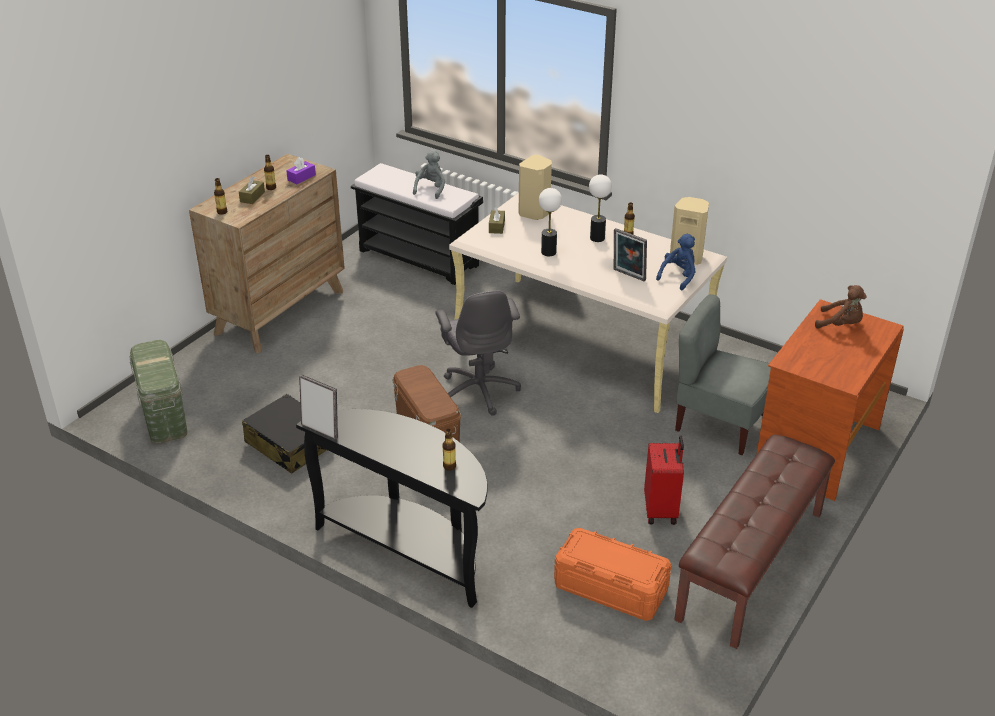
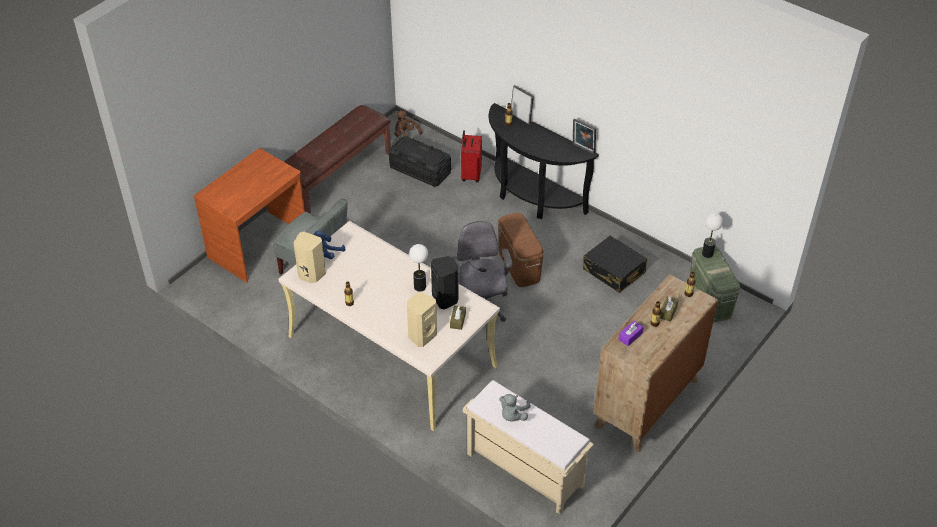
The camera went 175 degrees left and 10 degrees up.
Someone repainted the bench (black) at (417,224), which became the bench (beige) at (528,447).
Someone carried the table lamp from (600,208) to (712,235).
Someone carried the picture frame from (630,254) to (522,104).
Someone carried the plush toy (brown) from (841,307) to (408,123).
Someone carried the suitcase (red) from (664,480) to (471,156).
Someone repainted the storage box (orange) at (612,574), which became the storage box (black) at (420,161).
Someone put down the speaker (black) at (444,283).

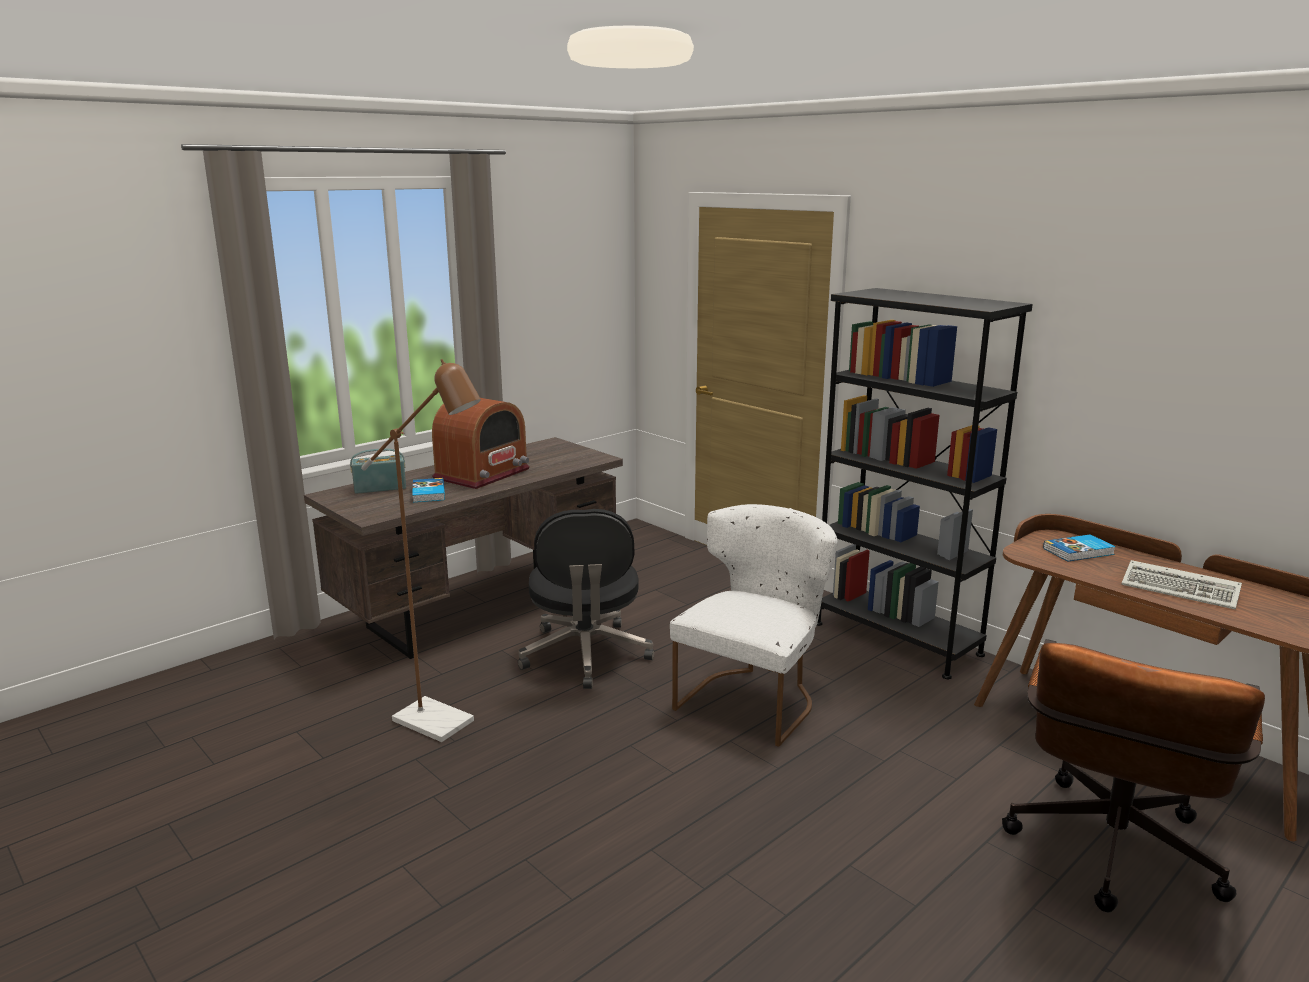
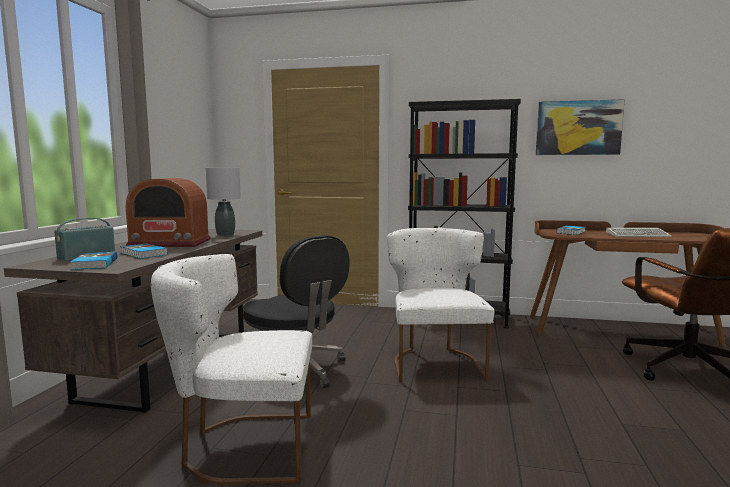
The camera went 35 degrees left and 10 degrees down.
Someone swapped the floor lamp (brown) at (421,550) for the chair (white) at (231,369).
Someone rotated the radio at (481,443) by 90 degrees clockwise.
Someone put up the picture at (580,127).
Someone put down the table lamp (grey) at (223,202).
Someone put down the book at (94,261).

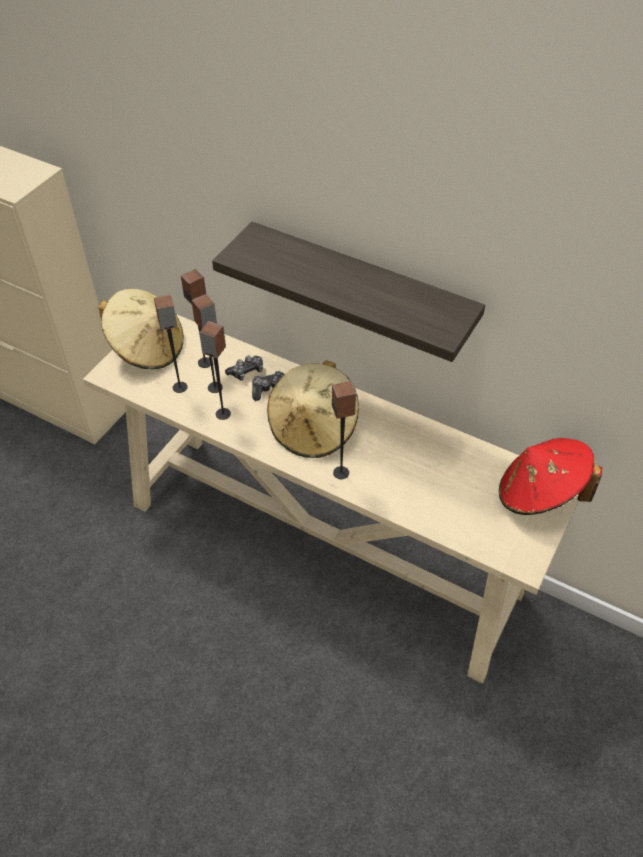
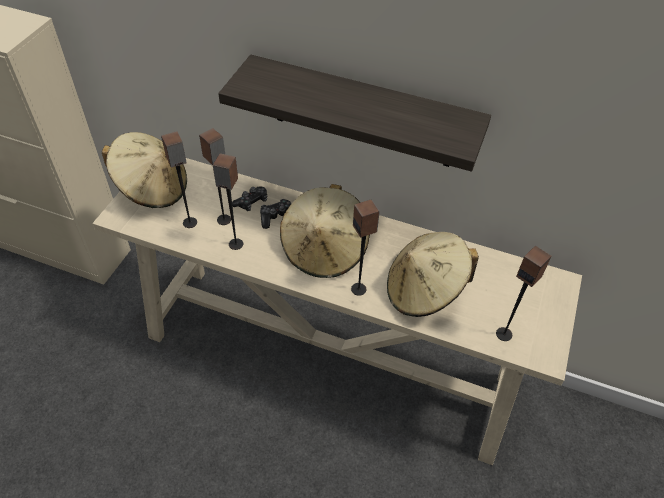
The camera went 10 degrees left and 0 degrees up.
Someone carried the speaker from (196,318) to (523,293).
Someone took away the hat (red) at (550,476).
Someone put down the hat (beige) at (433,274).

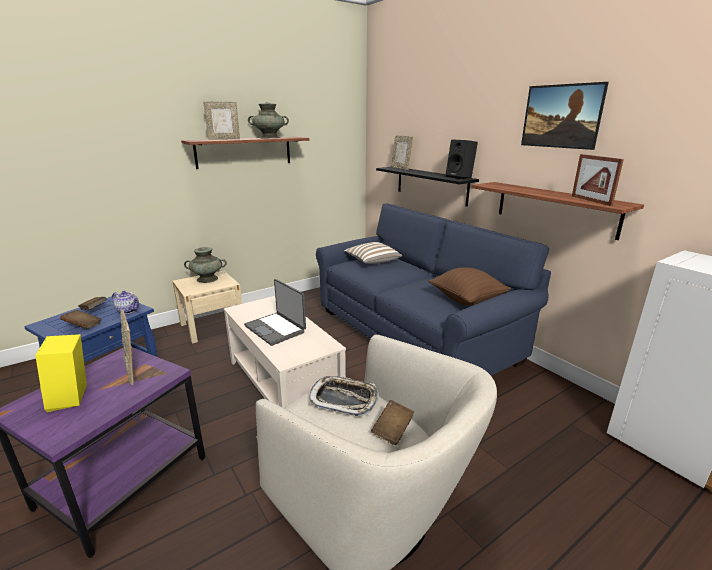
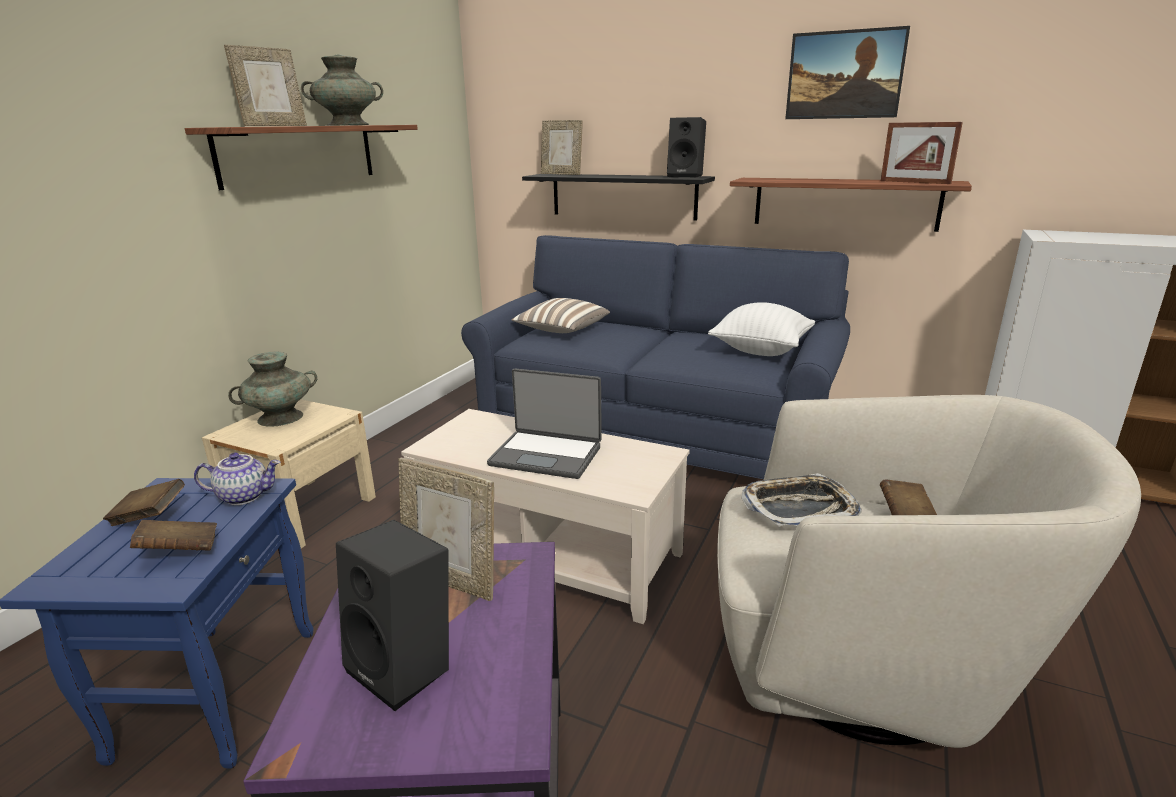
The camera went 30 degrees left and 0 degrees up.
Someone repainted the pillow (brown) at (469,286), which became the pillow (white) at (761,329).
Someone repainted the speaker (yellow) at (61,373), which became the speaker (black) at (392,615).

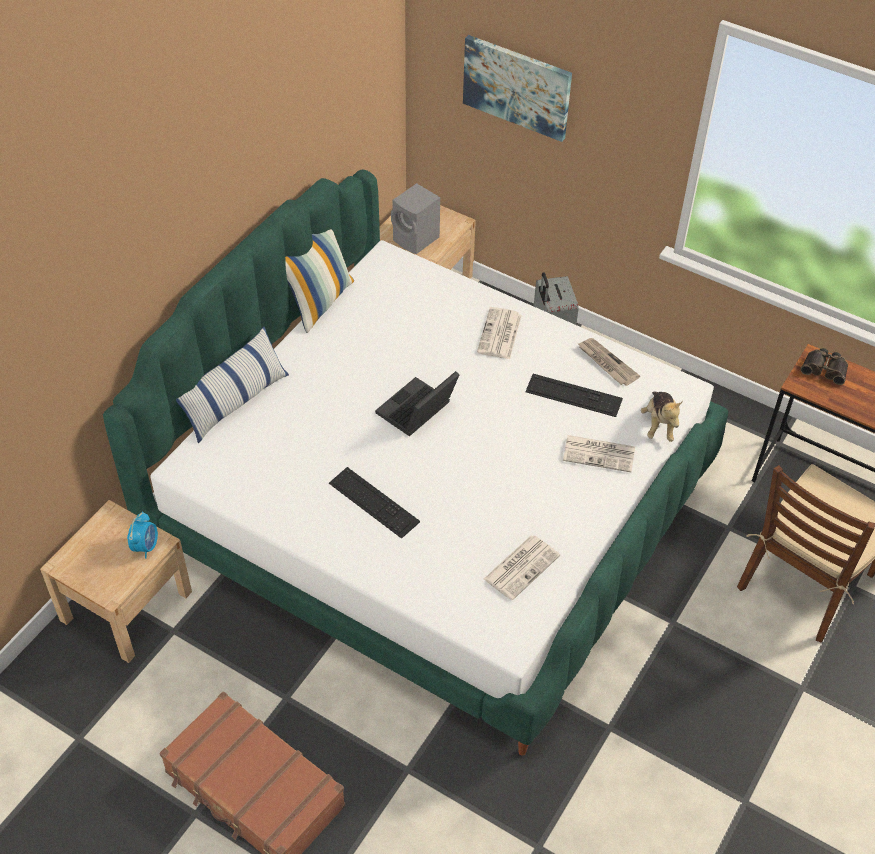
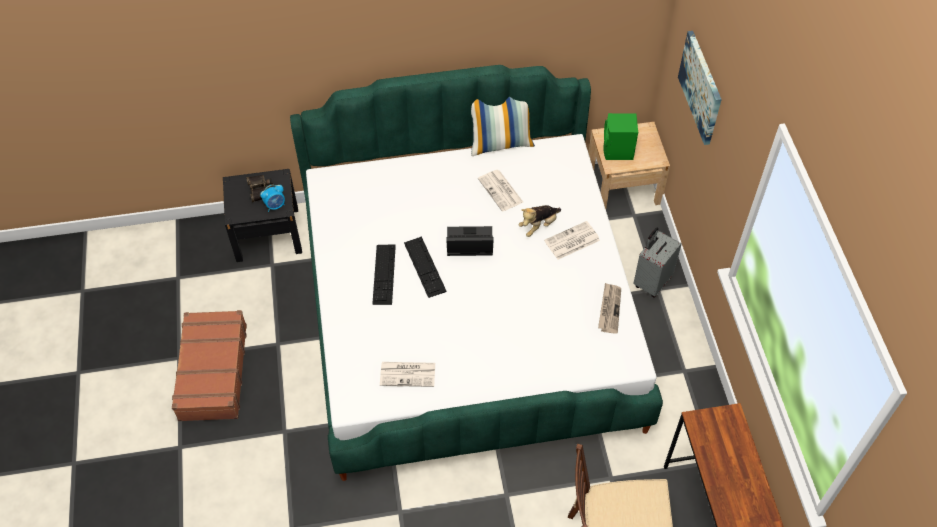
The camera went 50 degrees right and 5 degrees up.
Someone repainted the speaker (grey) at (415,218), which became the speaker (green) at (620,136).
Someone took away the pillow at (232,385).
Someone carried the binoculars from (824,366) to (260,188).
Someone carried the keyboard from (574,395) to (425,267).
Someone carried the plush toy from (662,416) to (540,221).
Someone carried the newspaper from (599,453) to (500,190).
Someone repainted the nightstand (beige) at (116,581), which became the nightstand (black) at (262,215).

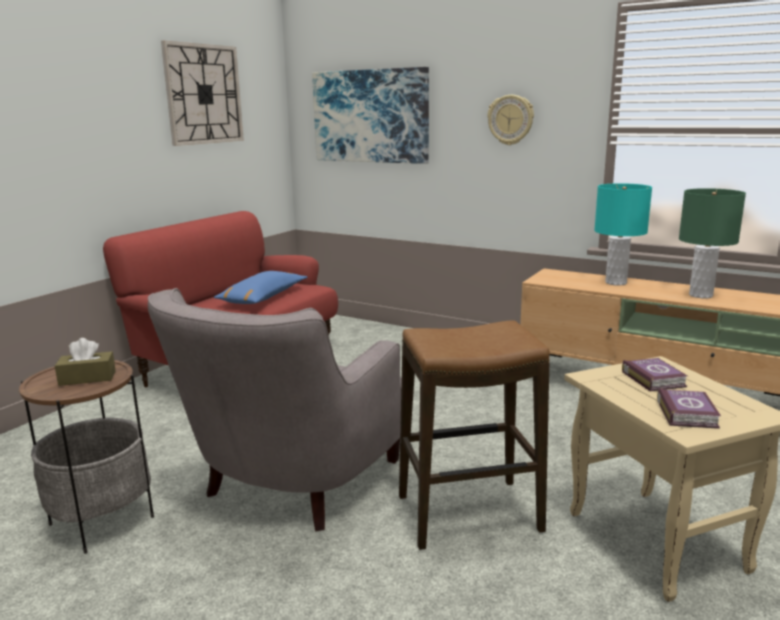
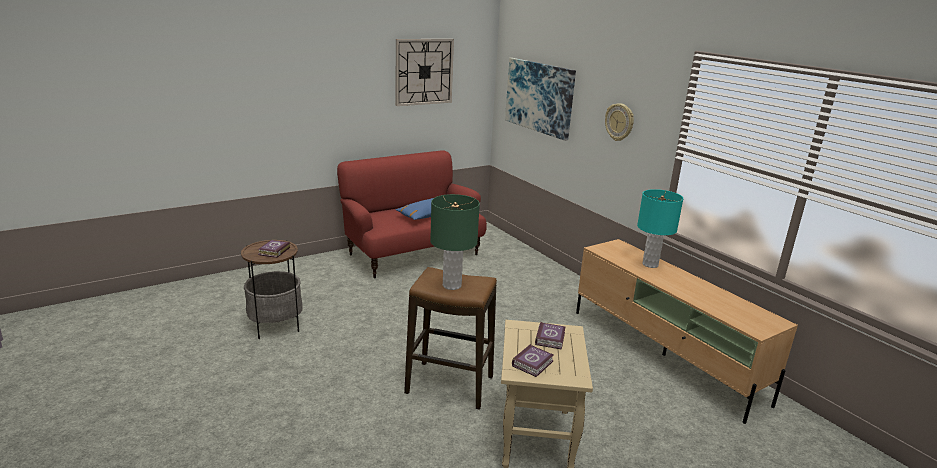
The camera went 25 degrees right and 5 degrees up.
Someone carried the table lamp (green) from (712,243) to (455,242).
Someone took away the armchair (grey) at (275,409).
Someone swapped the tissue box (brown) at (85,362) for the book at (274,249).

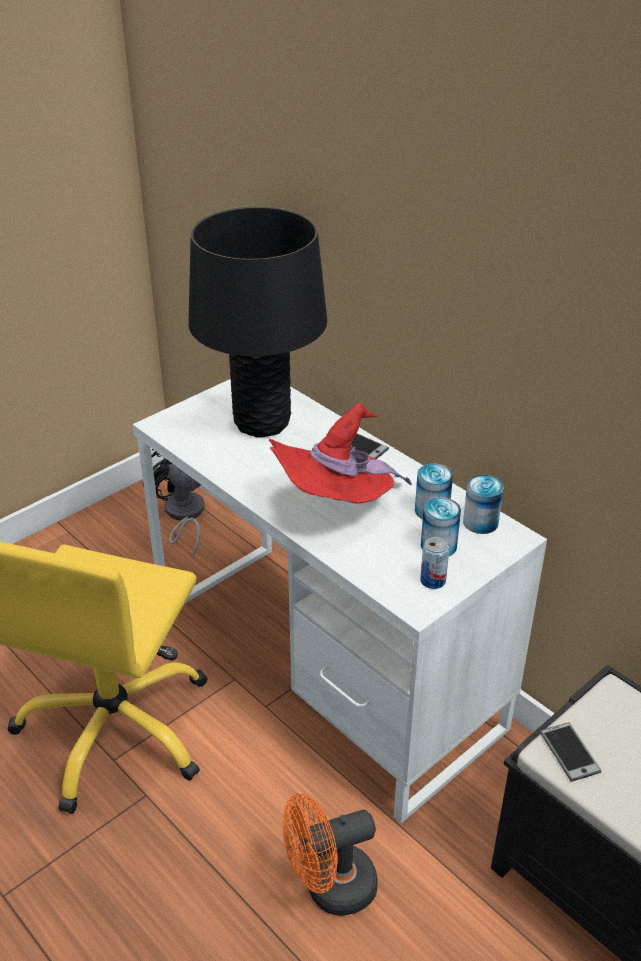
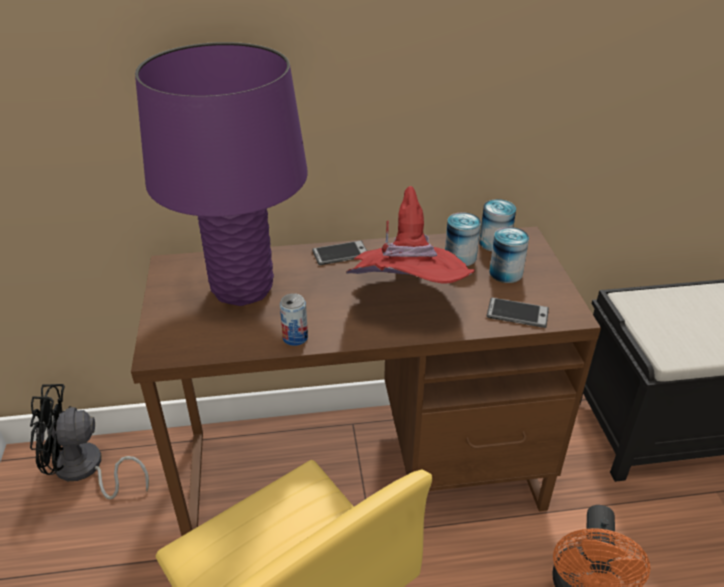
The camera went 55 degrees left and 0 degrees up.
Someone repainted the table lamp (black) at (257,322), which became the table lamp (purple) at (221,174).
Someone repainted the desk (white) at (340,601), which became the desk (brown) at (366,381).
Someone carried the can from (434,563) to (294,319).
Someone carried the phone from (570,752) to (518,313).

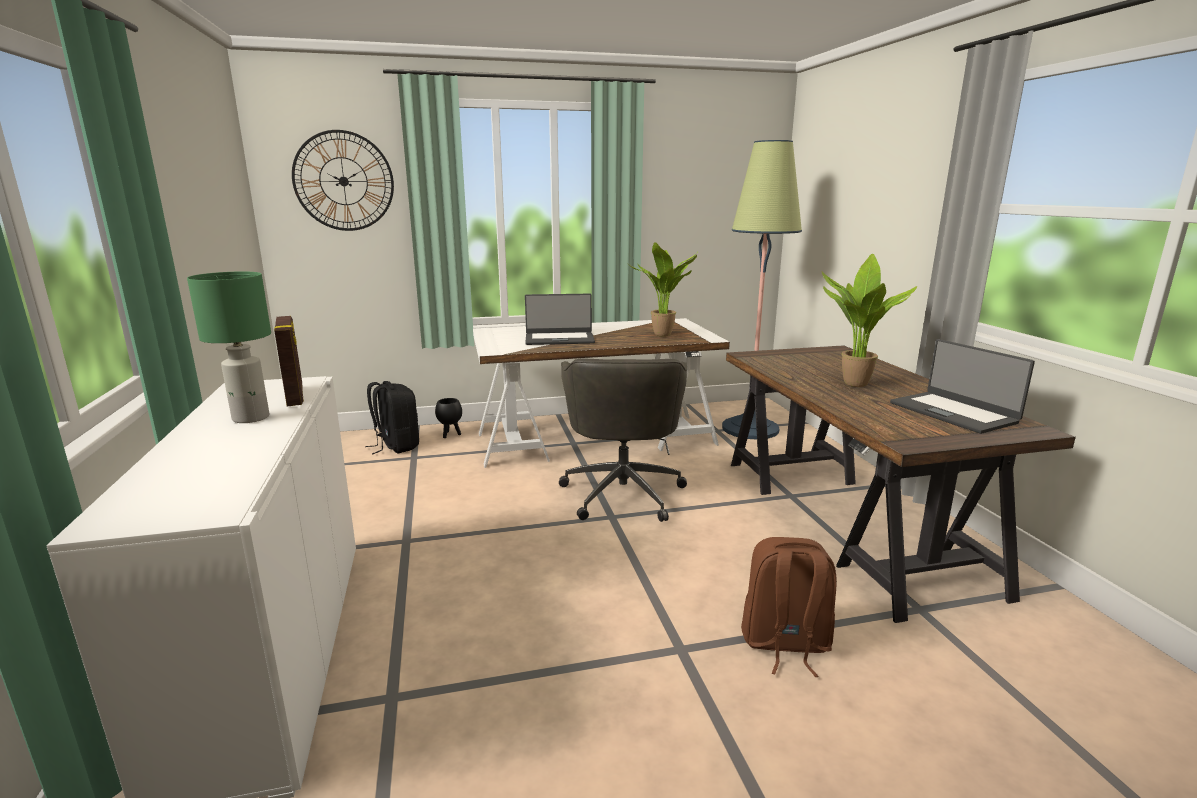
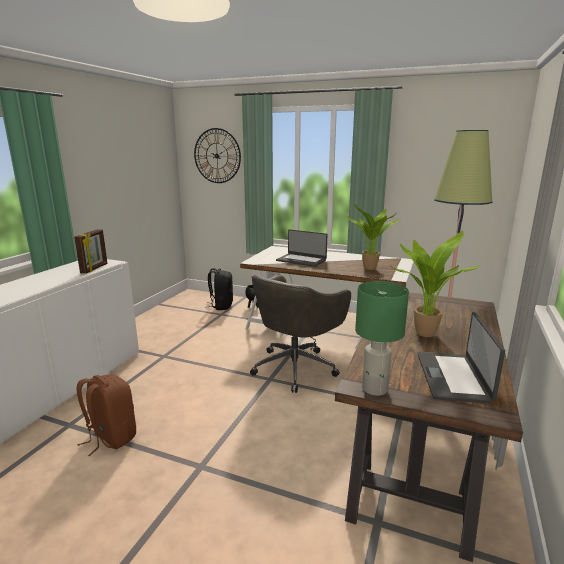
The camera went 35 degrees right and 0 degrees up.
Someone carried the table lamp (green) from (229,347) to (382,338).
Someone carried the backpack (brown) from (789,607) to (106,415).

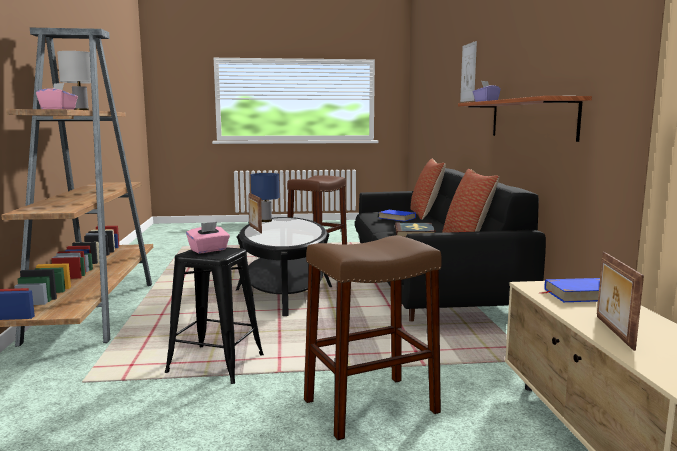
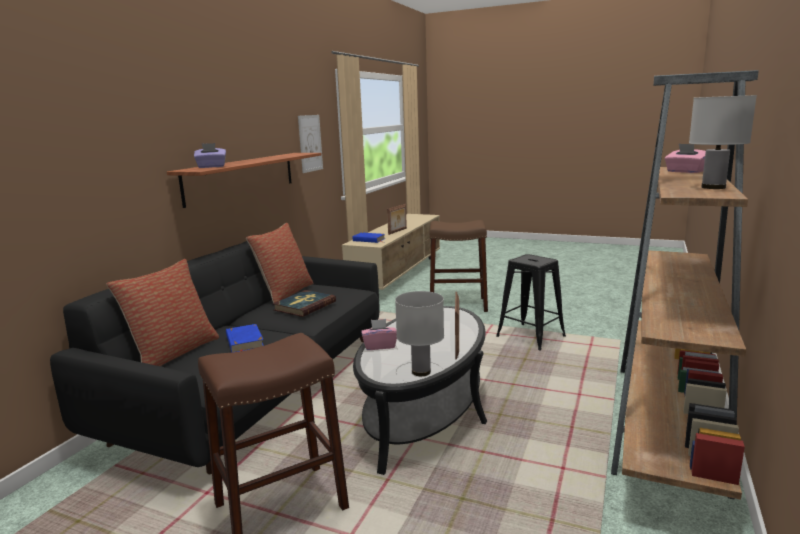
The camera went 150 degrees left and 5 degrees up.
Someone carried the picture from (468,71) to (310,144).
Someone repainted the table lamp (blue) at (265,197), which became the table lamp (white) at (419,333).
Someone carried the tissue box (pink) from (208,238) to (379,334).

